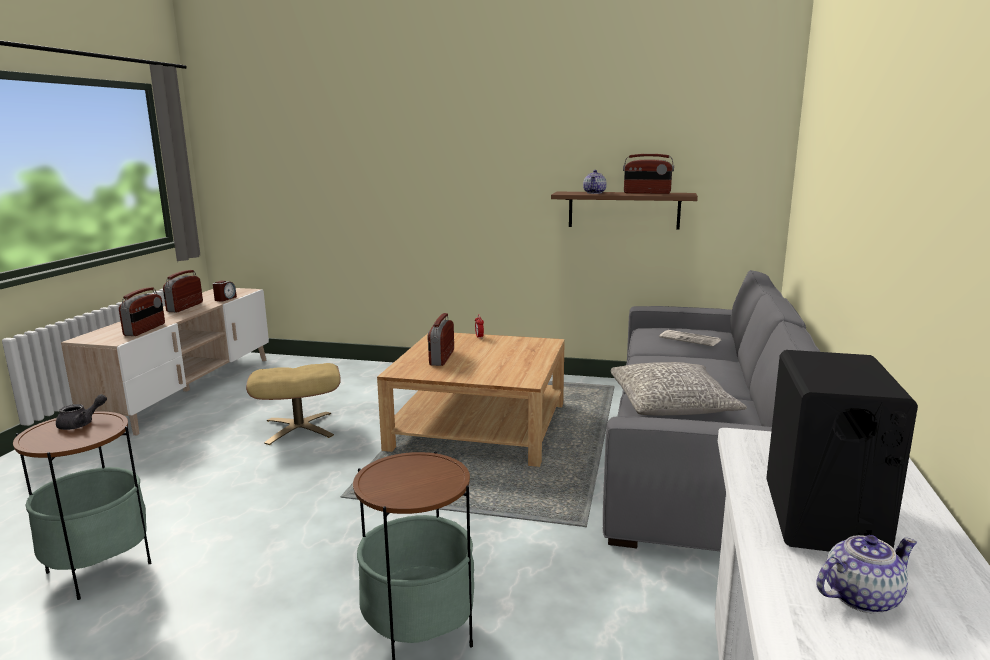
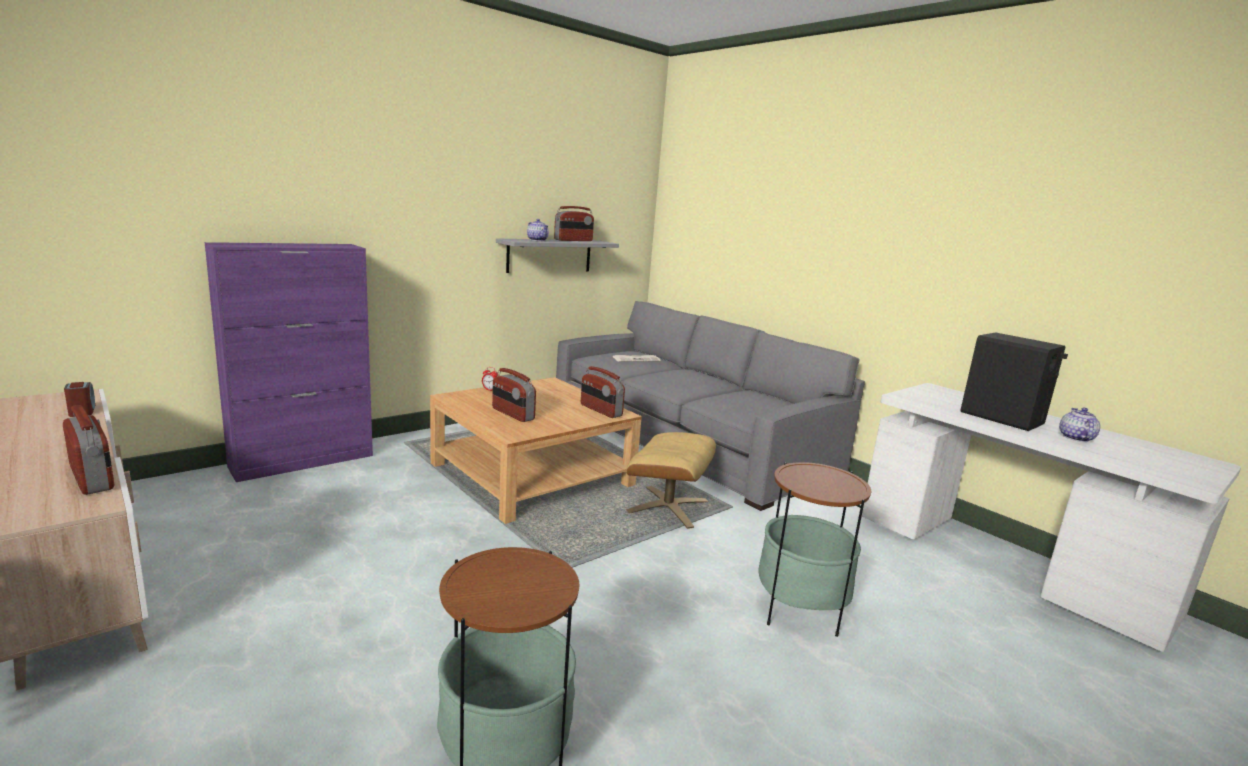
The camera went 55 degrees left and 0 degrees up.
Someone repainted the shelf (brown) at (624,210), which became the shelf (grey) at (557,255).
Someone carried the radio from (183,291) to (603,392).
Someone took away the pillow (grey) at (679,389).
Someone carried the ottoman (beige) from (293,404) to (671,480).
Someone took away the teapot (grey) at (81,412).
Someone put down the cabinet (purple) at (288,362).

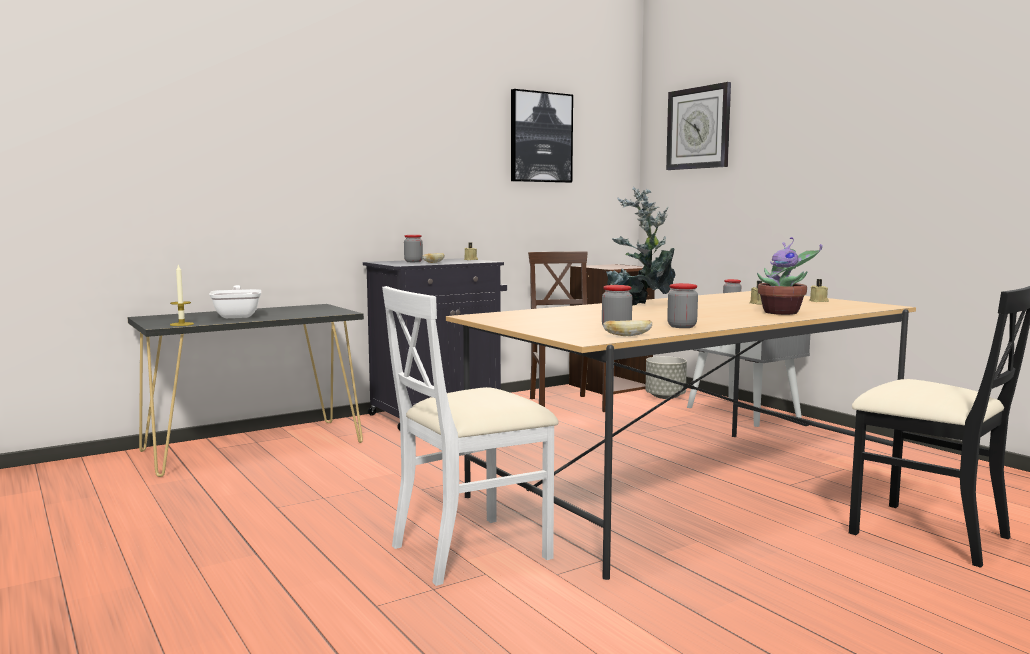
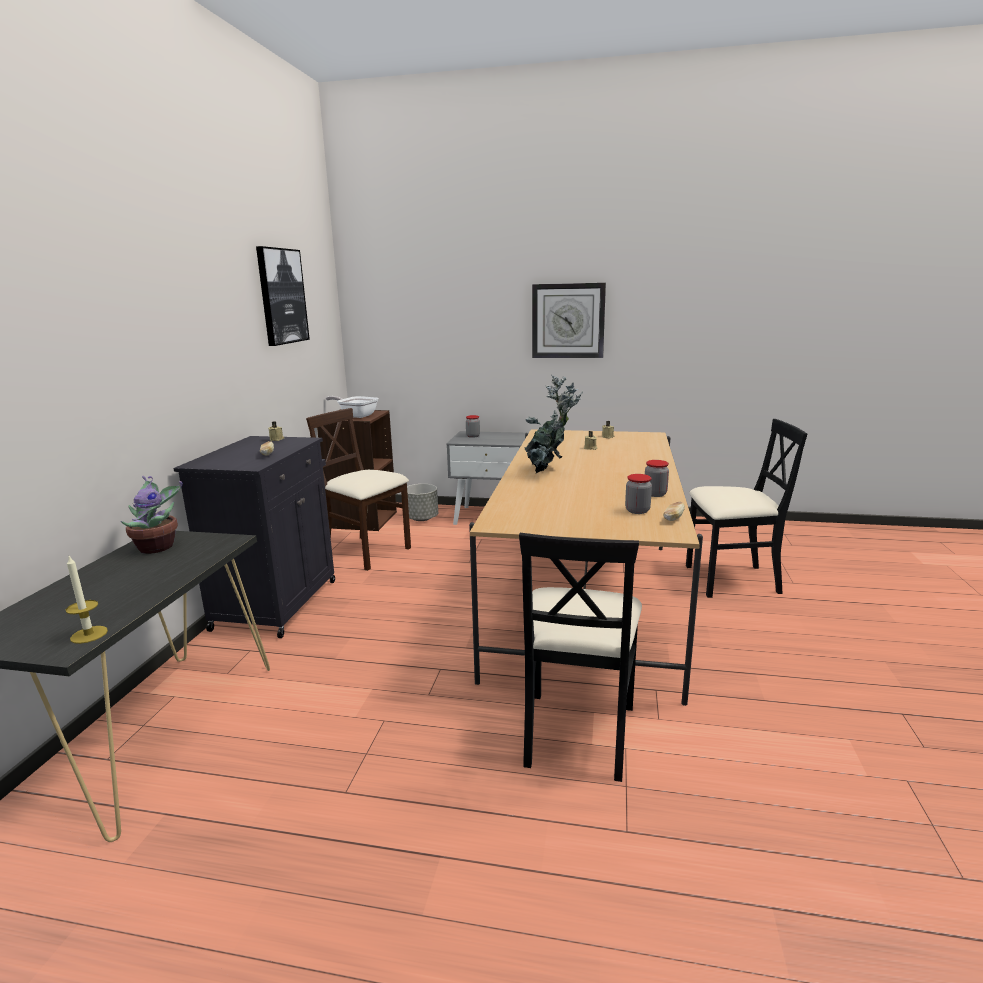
The camera went 45 degrees left and 10 degrees up.
Someone carried the wall clock from (698,126) to (569,320).
Someone took away the jar at (413,248).
Someone carried the potted plant from (789,276) to (152,515).
Someone carried the frying pan from (235,301) to (352,407).
Someone repainted the chair (white) at (470,436), which became the chair (black) at (580,657).

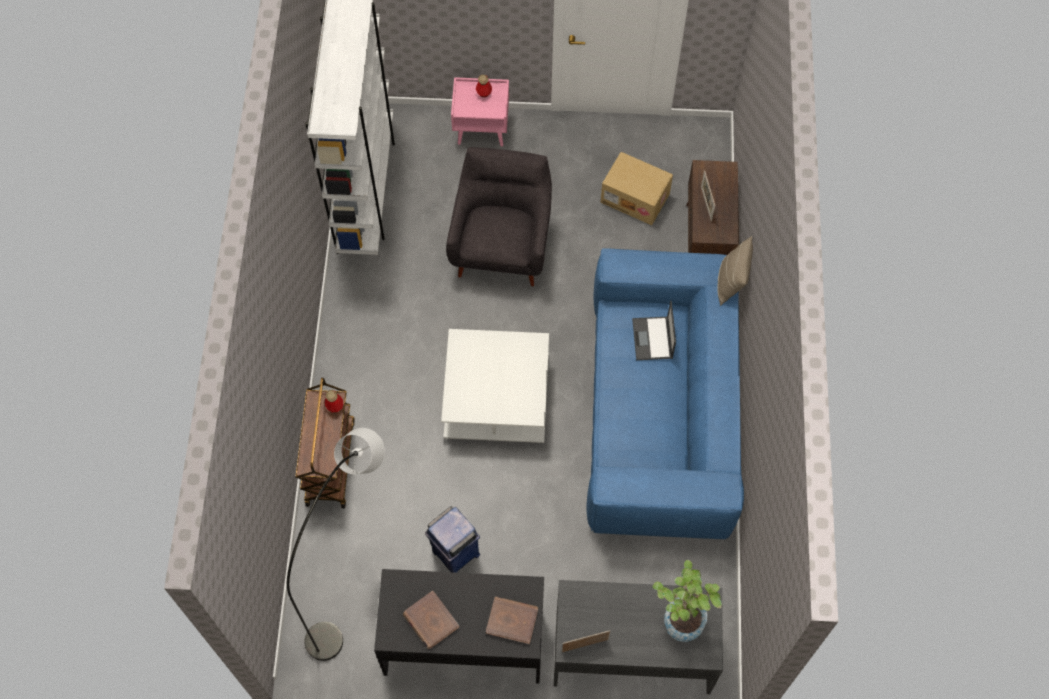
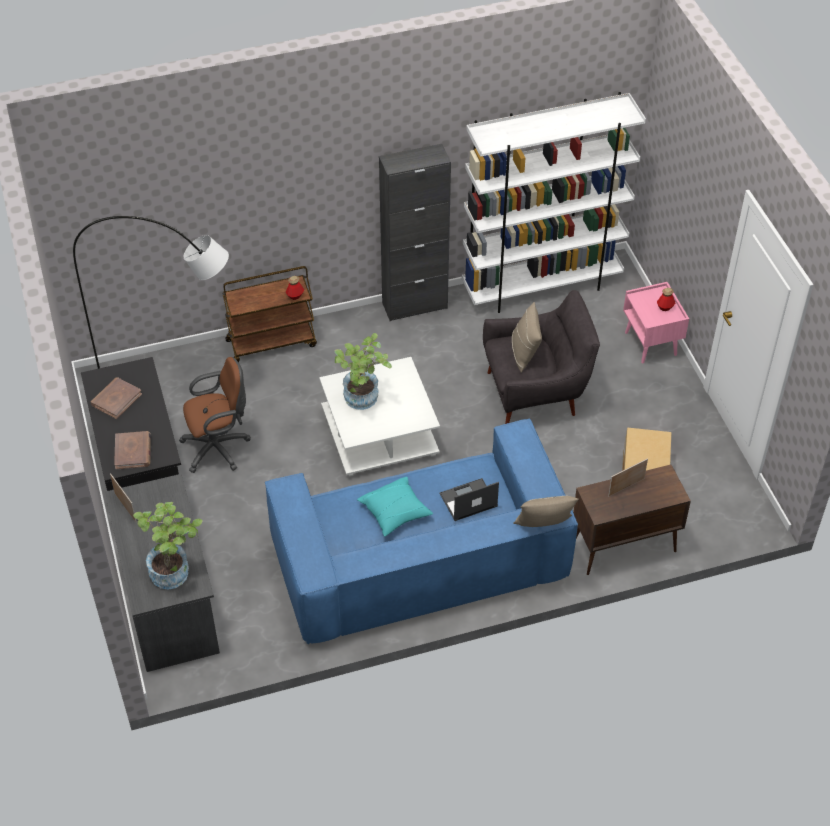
The camera went 70 degrees right and 15 degrees down.
Someone swapped the trash can (blue) at (452,539) for the office chair (brown) at (215,415).
Someone put down the cabinet (black) at (415,232).
Someone put down the pillow (beige) at (527,337).
Someone put down the potted plant at (363,371).
Someone put down the pillow (turquoise) at (395,506).

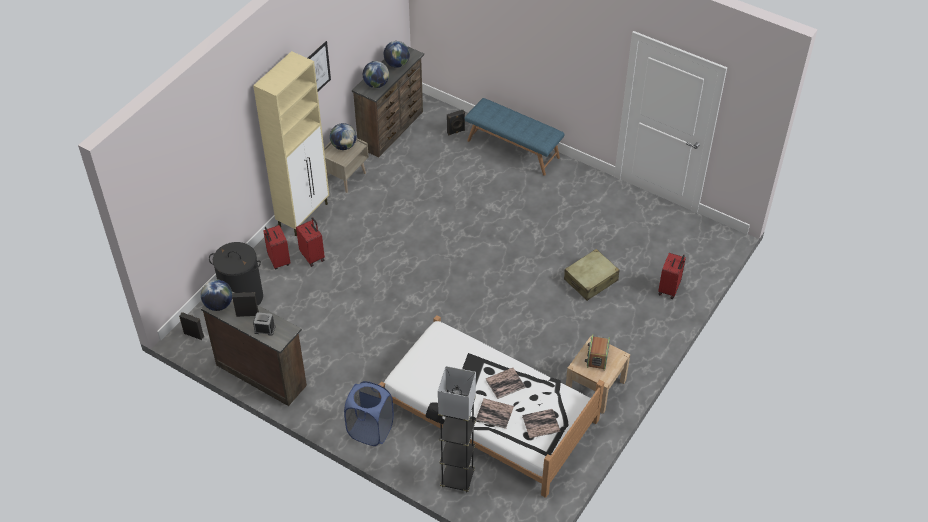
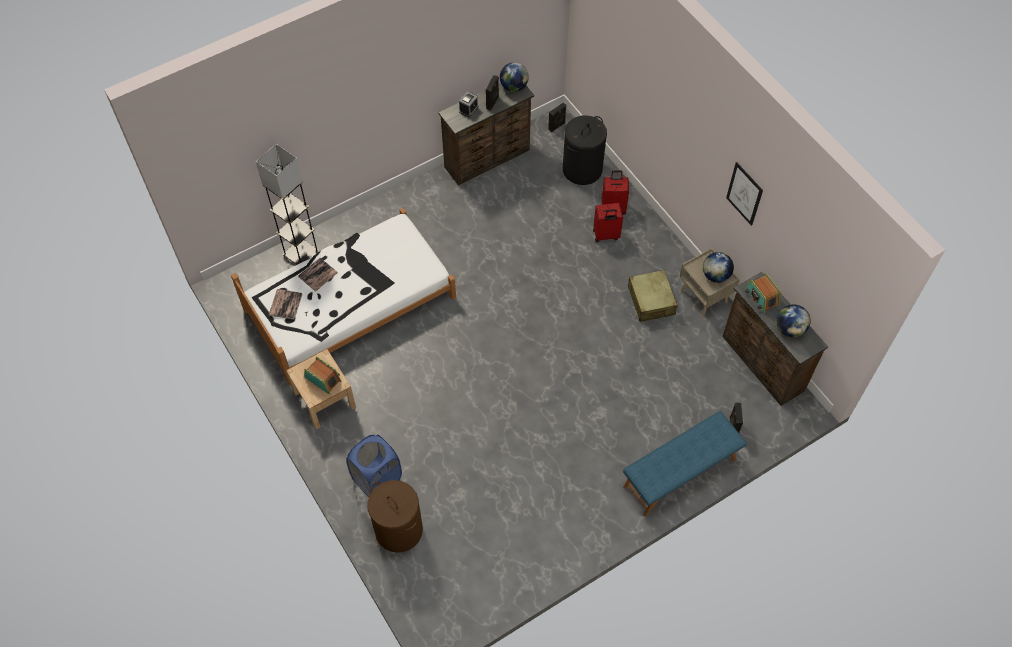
The camera went 115 degrees right and 10 degrees up.
Someone took away the cabinet (beige) at (291,143).
Someone swapped the globe at (376,74) for the radio at (763,293).
Someone carried the suitcase (beige) from (592,275) to (652,296).
Someone swapped the suitcase (red) at (672,276) for the laundry basket (brown) at (395,516).
Someone took away the book at (505,383).
Someone carried the laundry basket (blue) from (369,413) to (374,466).

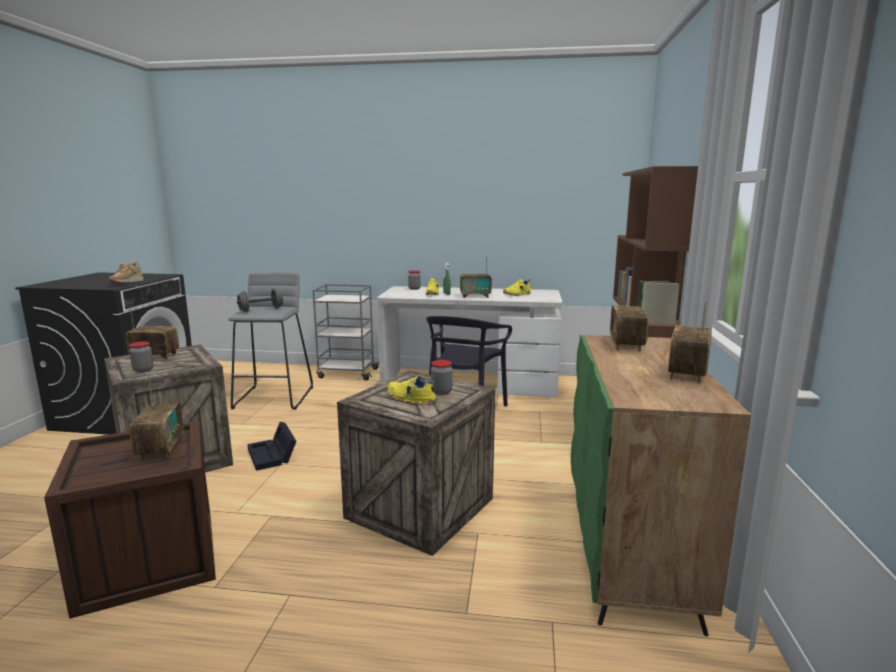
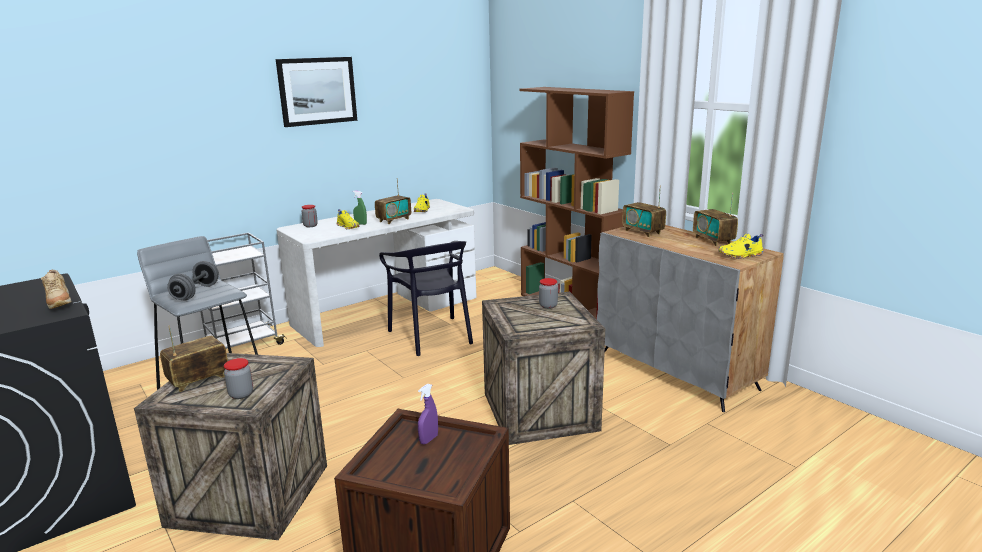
The camera went 45 degrees left and 5 degrees up.
Someone repainted the cabinet (green) at (661,485), which became the cabinet (grey) at (690,318).
Someone swapped the radio at (156,418) for the spray bottle (purple) at (428,414).
Someone carried the shoe (yellow) from (412,390) to (740,246).
Someone took away the storage box (black) at (271,446).
Someone put up the picture at (316,92).

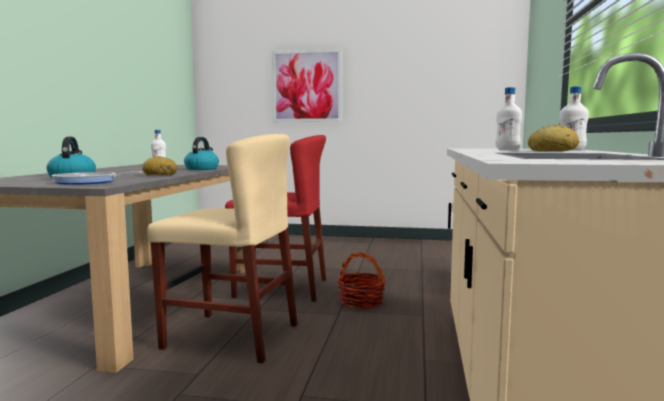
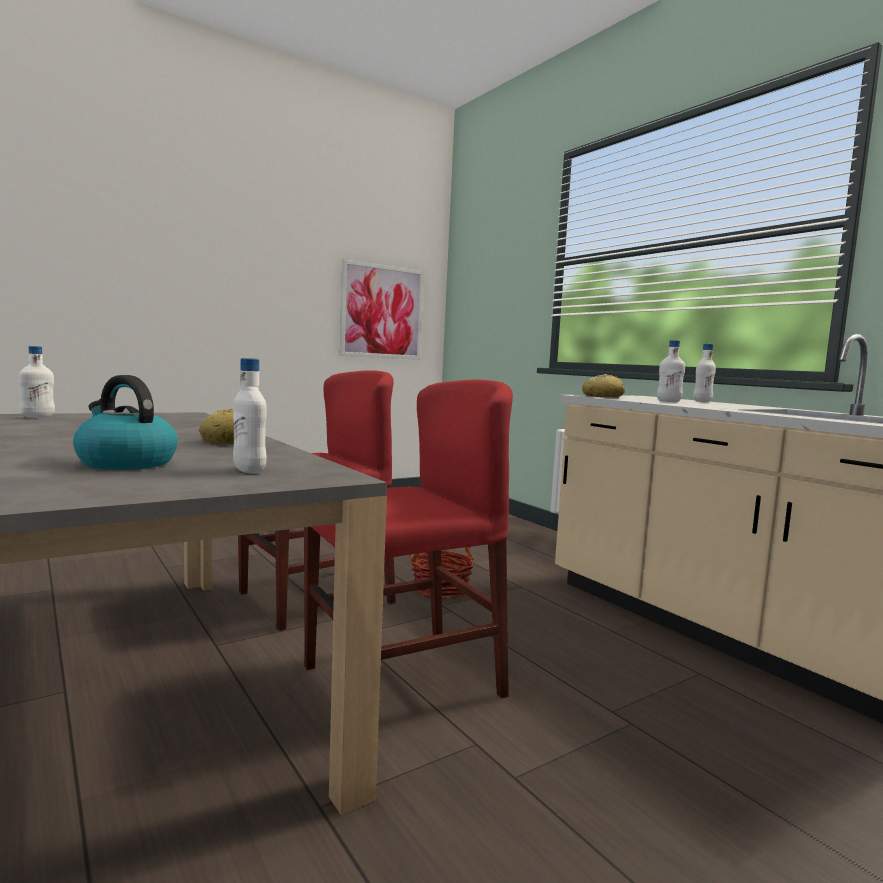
The camera went 45 degrees left and 0 degrees up.
Someone carried the picture from (307,85) to (382,309).
Someone carried the bread from (554,138) to (603,386).
Someone repainted the chair (beige) at (222,248), which became the chair (red) at (408,539).
Someone took away the kettle at (201,153).
Someone swapped the frying pan at (97,178) for the bottle (white) at (250,416).

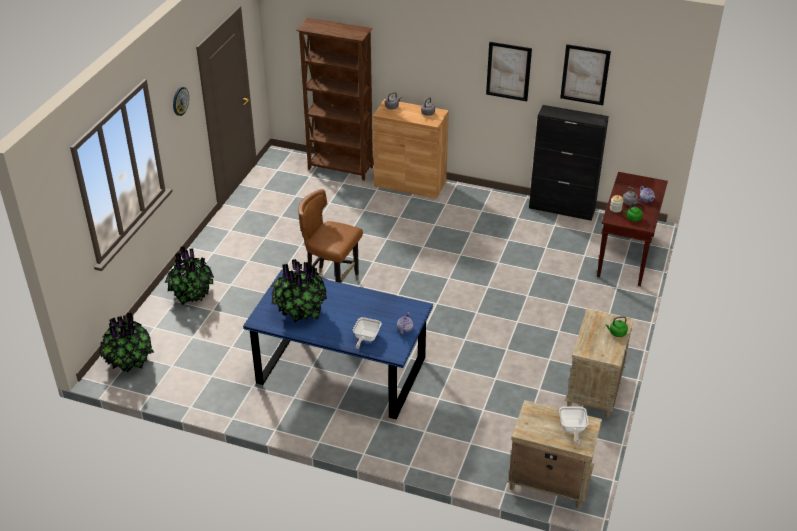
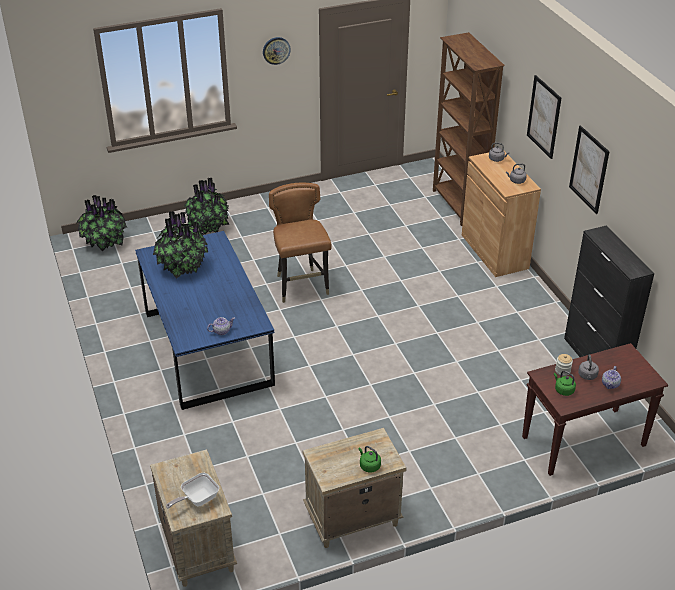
The camera went 50 degrees right and 0 degrees up.
Someone carried the picture from (585,74) to (544,117).
Someone took away the frying pan at (367,333).

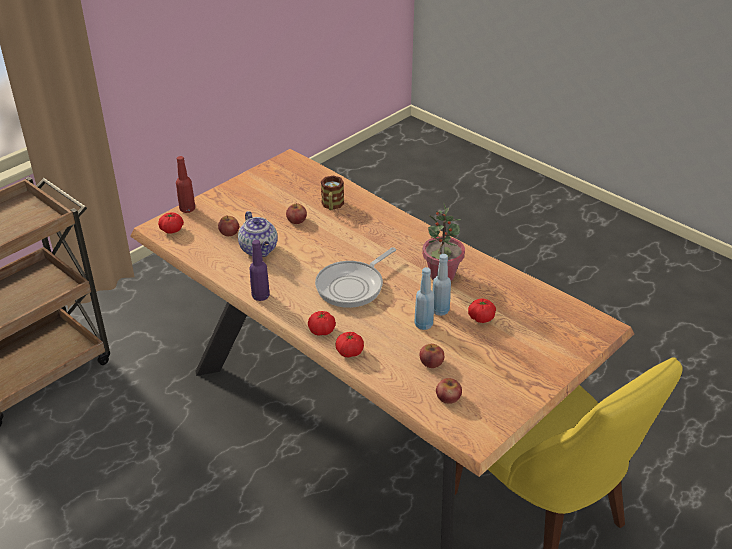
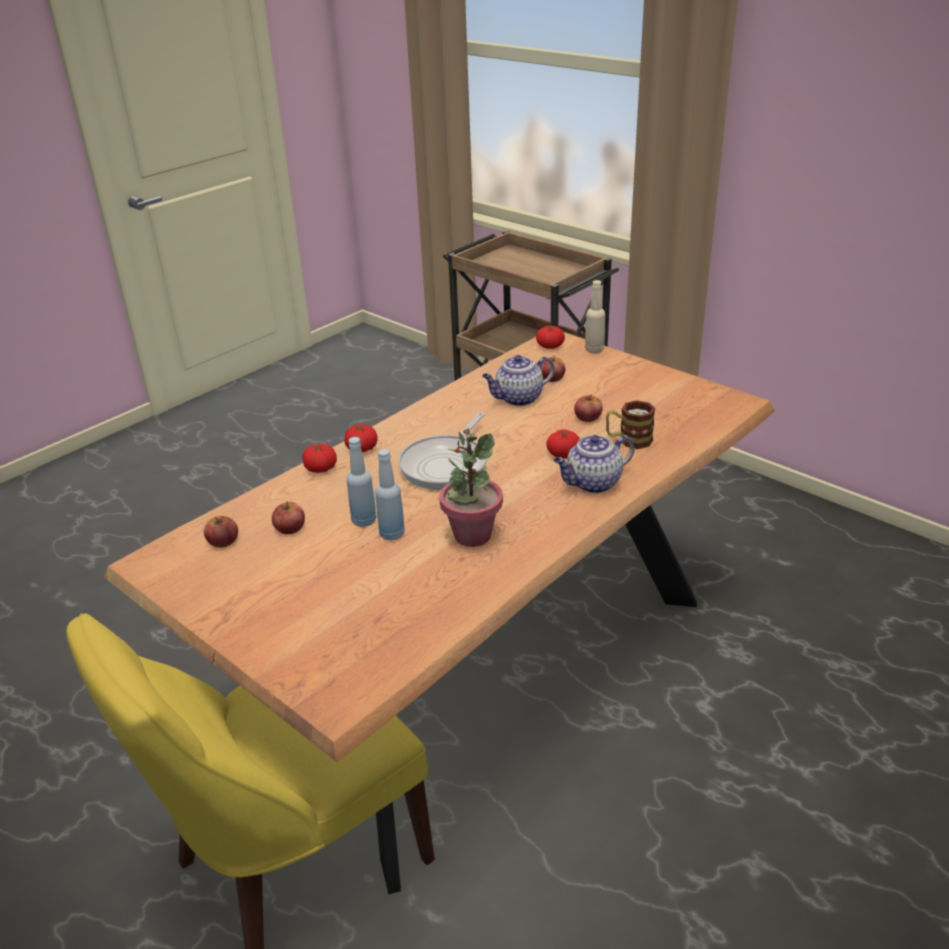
The camera went 90 degrees right and 5 degrees down.
Someone repainted the bottle (red) at (185,184), which became the bottle (beige) at (595,316).
Someone took away the bottle (purple) at (259,270).
Someone rotated the frying pan at (355,277) by 105 degrees counterclockwise.
Someone carried the tomato from (482,311) to (563,444).
Someone put down the teapot at (594,464).

